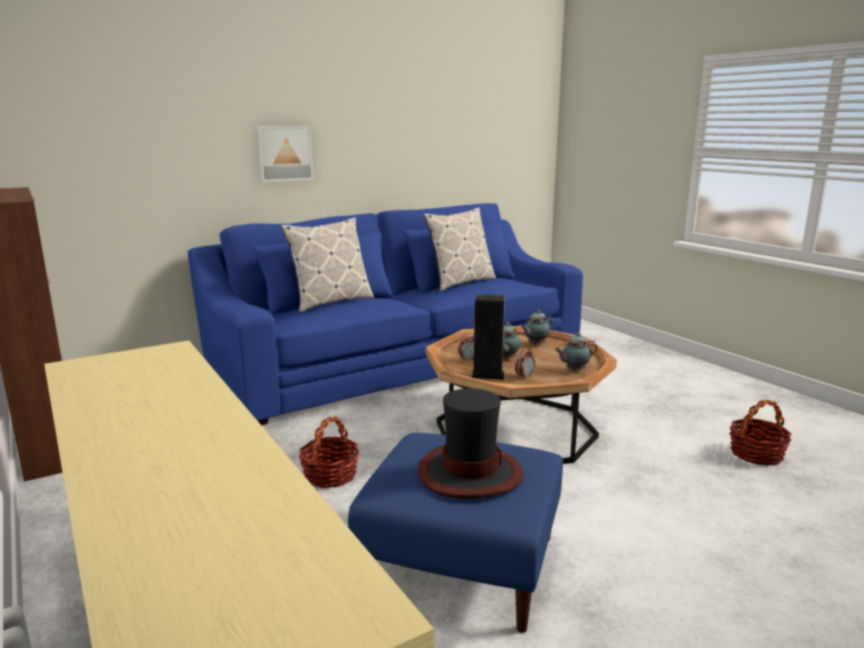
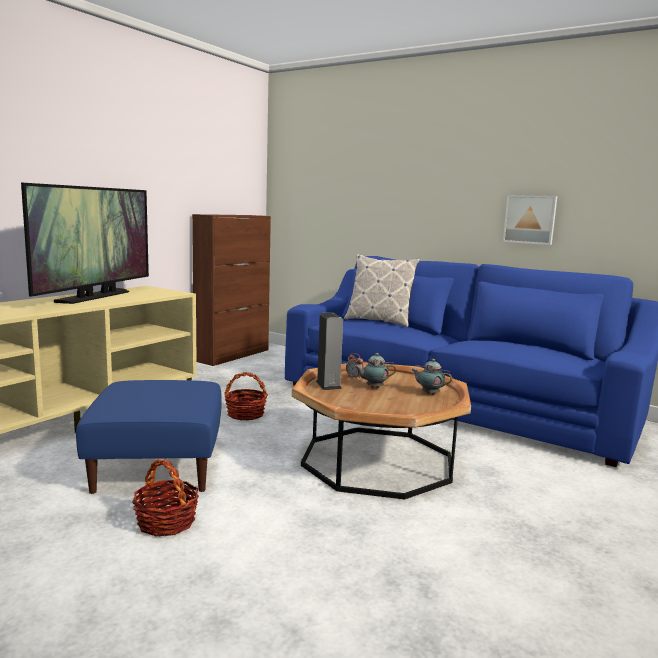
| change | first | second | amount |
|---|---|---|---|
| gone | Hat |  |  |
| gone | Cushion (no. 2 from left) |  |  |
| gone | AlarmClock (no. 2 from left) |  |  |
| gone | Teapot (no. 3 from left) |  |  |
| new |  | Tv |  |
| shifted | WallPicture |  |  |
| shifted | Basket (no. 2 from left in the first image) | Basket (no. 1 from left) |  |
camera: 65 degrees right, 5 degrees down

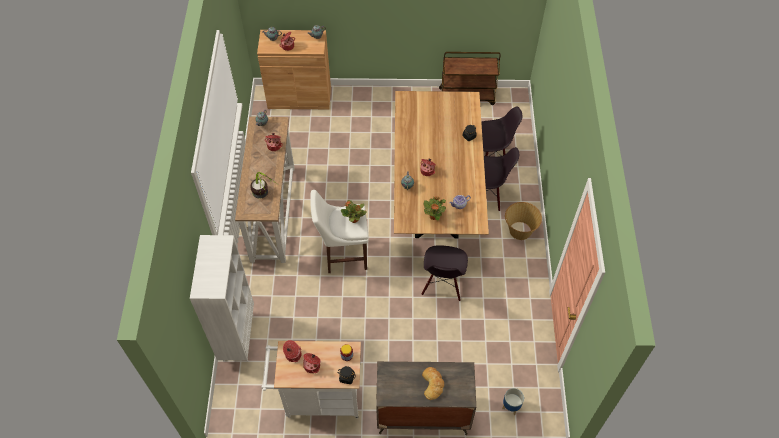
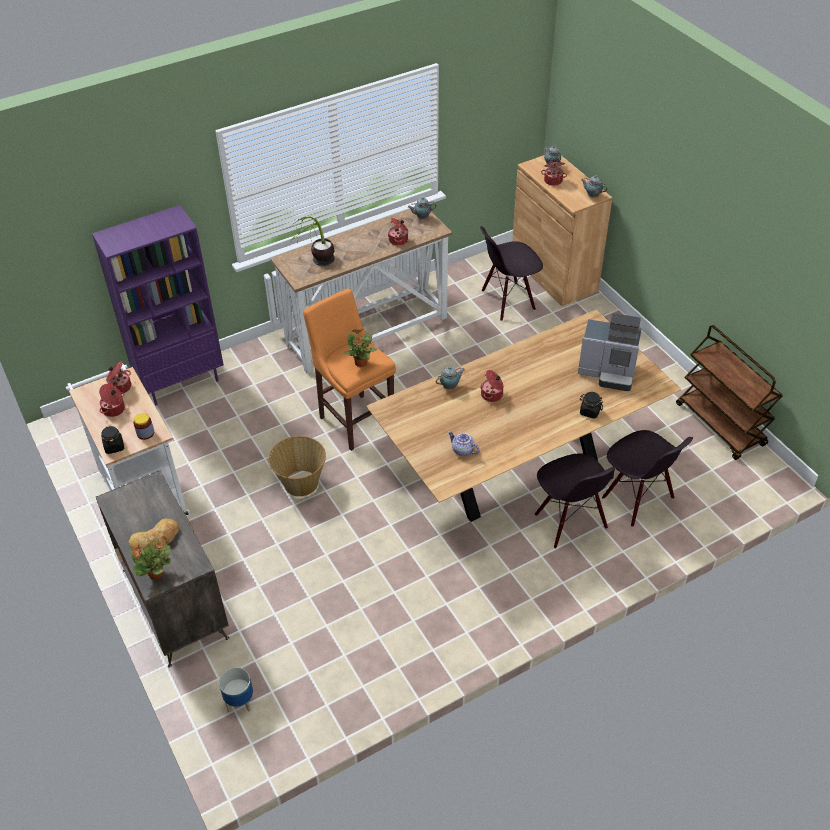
| change | first | second | amount |
|---|---|---|---|
| new |  | CoffeeBrewer |  |
| shifted | BlackUprightChair (no. 1 from left) |  |  |
| shifted | PlantInAPot (no. 3 from left in the first image) | PlantInAPot (no. 1 from left) |  |
| shifted | Basket |  |  |
| repainted | WhitishShelvingUnit | PurpleShelvingUnit |  |
| repainted | WhitishStool | OrangeStool |  |
camera: 60 degrees right, 10 degrees down

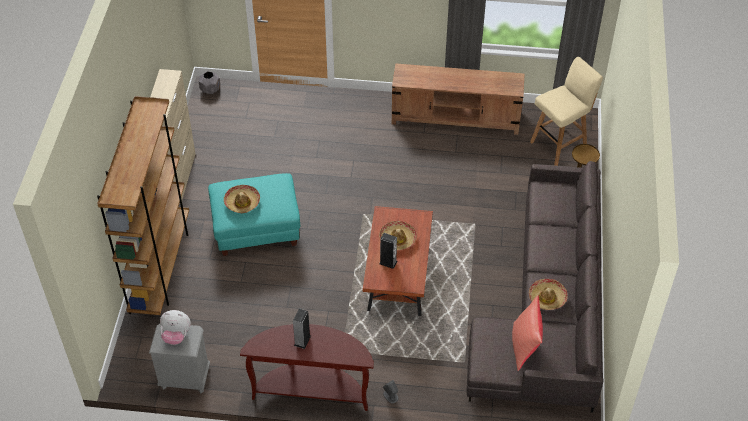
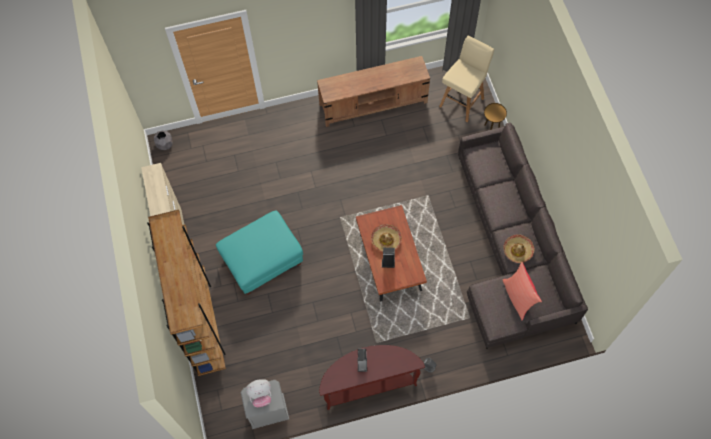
| change | first | second | amount |
|---|---|---|---|
| gone | Hat (no. 1 from left) |  |  |
camera: 20 degrees left, 15 degrees up

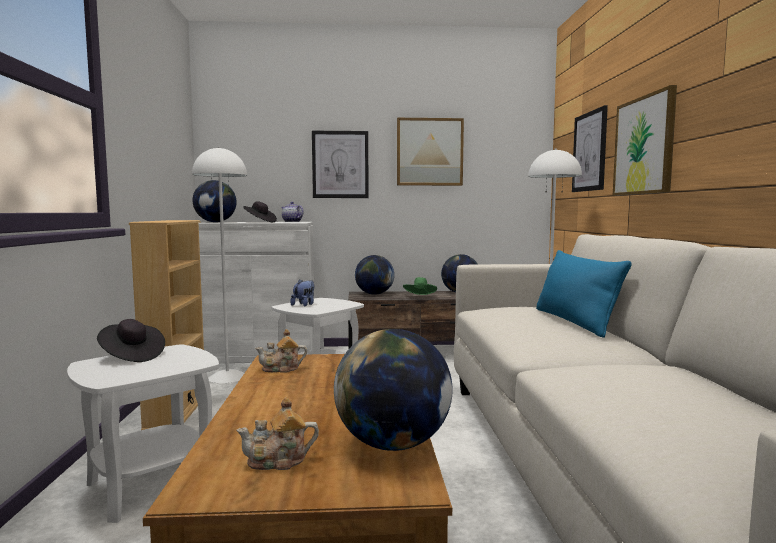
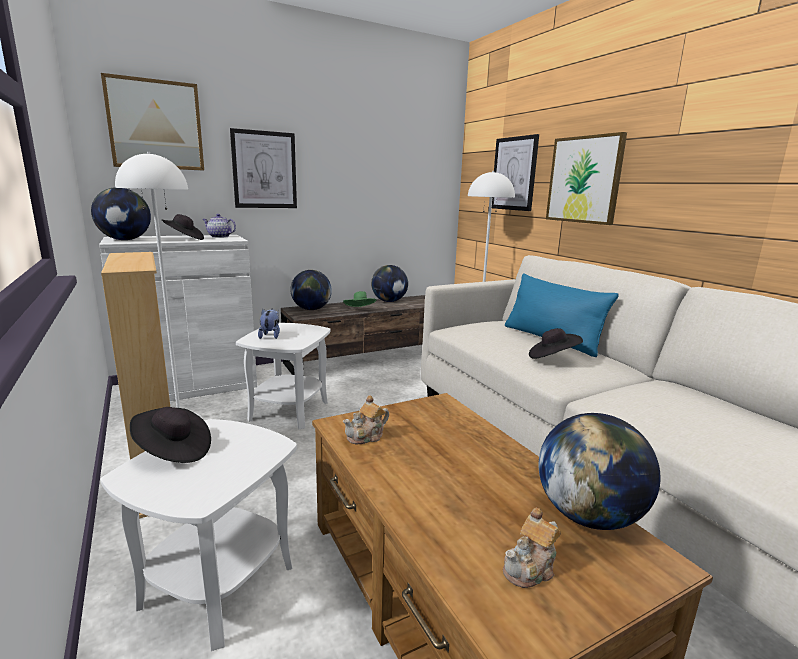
| change | first | second | amount |
|---|---|---|---|
| new |  | BlackHat (no. 3 from left) |  |
| shifted | WallPicture (no. 2 from left in the first image) | WallPicture (no. 1 from left) |  |
camera: 25 degrees left, 10 degrees up

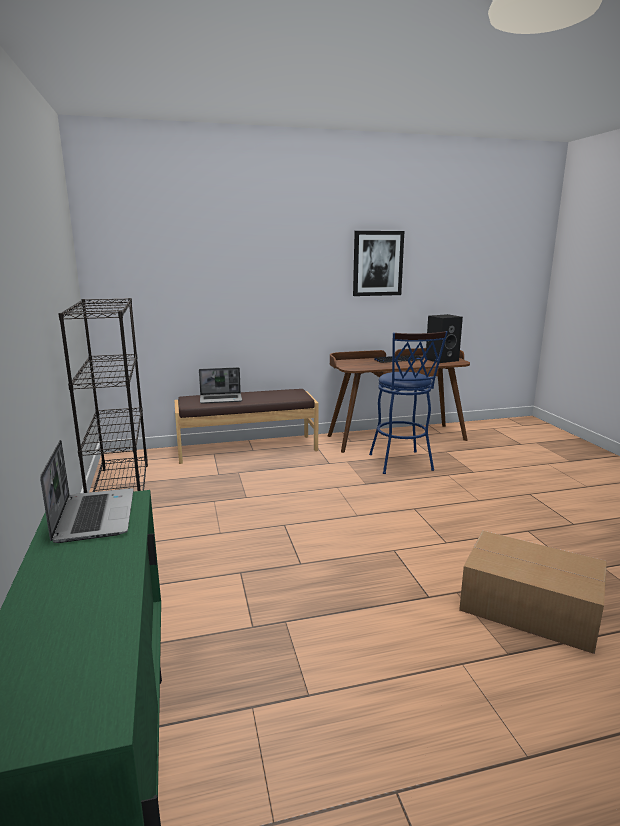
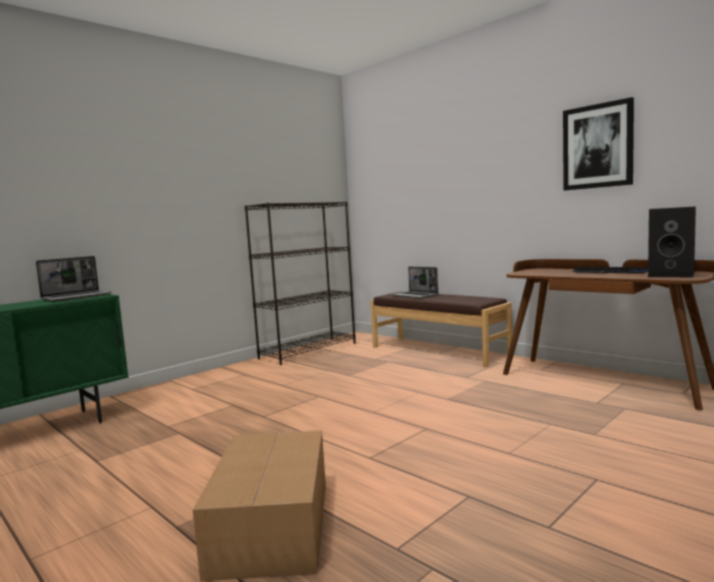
| change | first | second | amount |
|---|---|---|---|
| gone | BluishStool |  |  |
camera: 60 degrees right, 10 degrees down

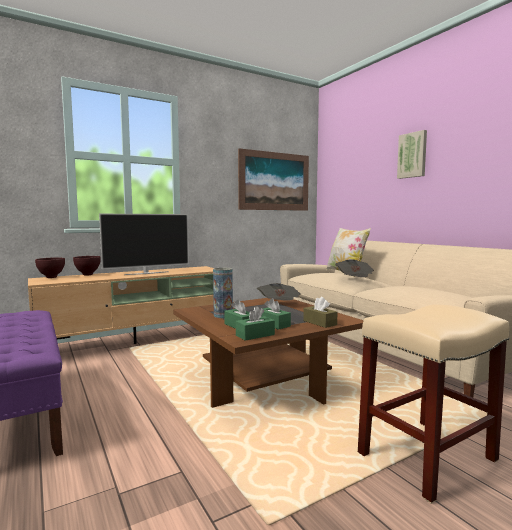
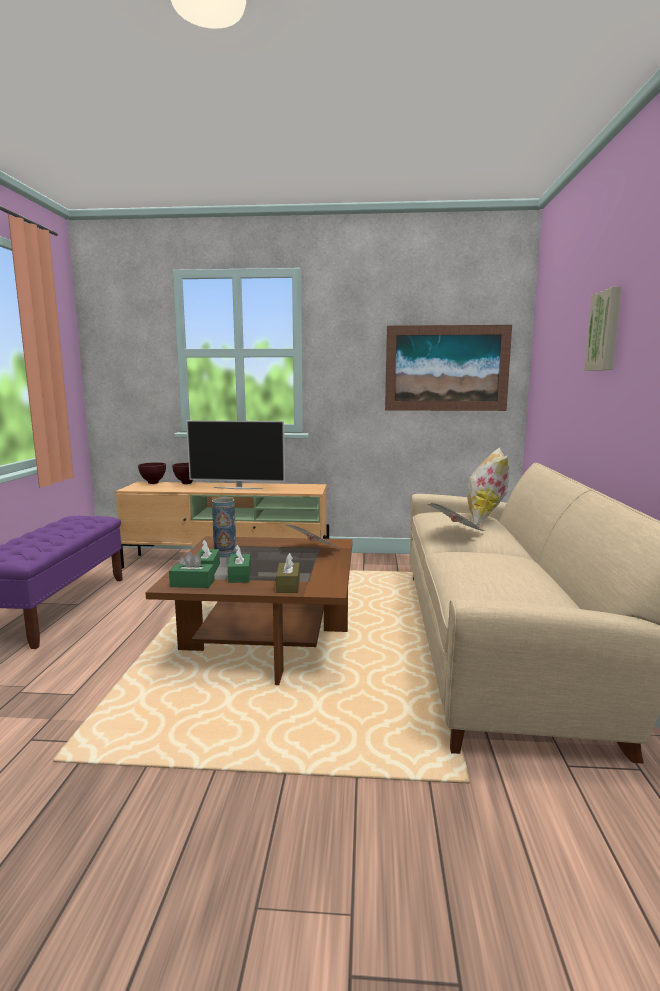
| change | first | second | amount |
|---|---|---|---|
| gone | SandColouredStool |  |  |
camera: 35 degrees right, 5 degrees up

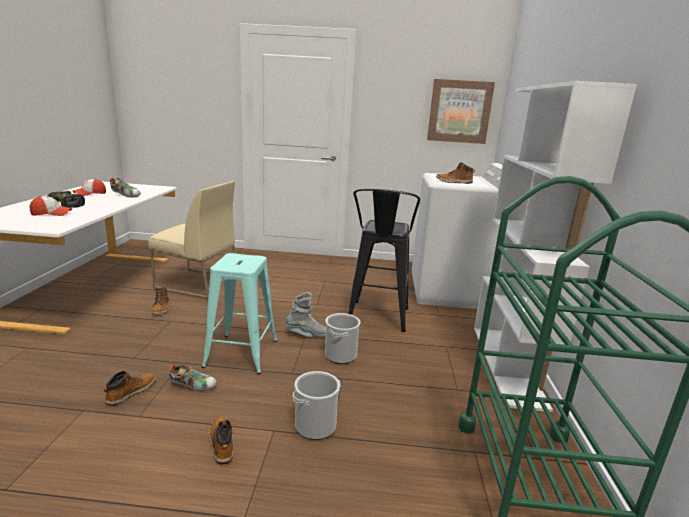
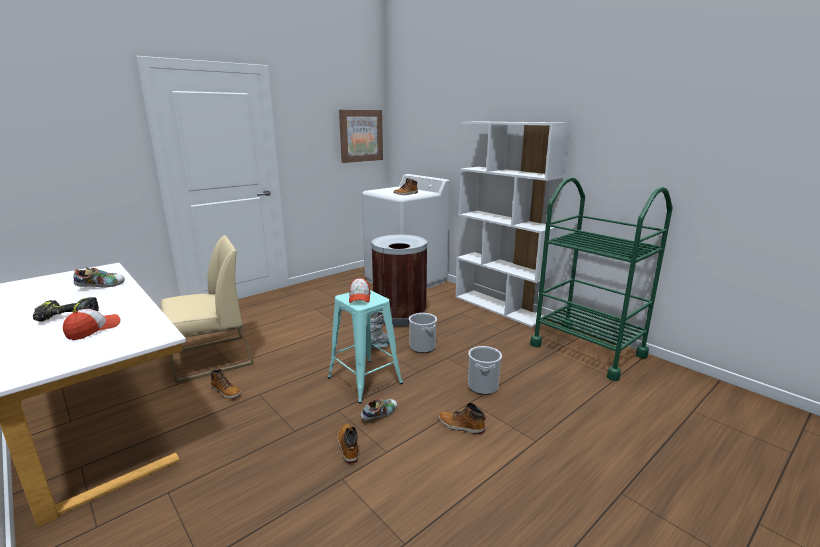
| change | first | second | amount |
|---|---|---|---|
| shifted | Cap (no. 2 from left) |  |  |
| swapped | BlackStool | BrownWasteBin |  |
camera: 45 degrees left, 0 degrees up

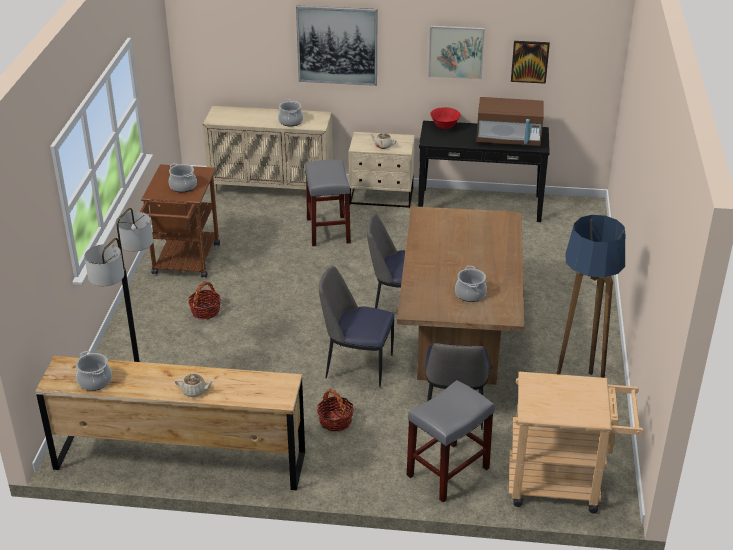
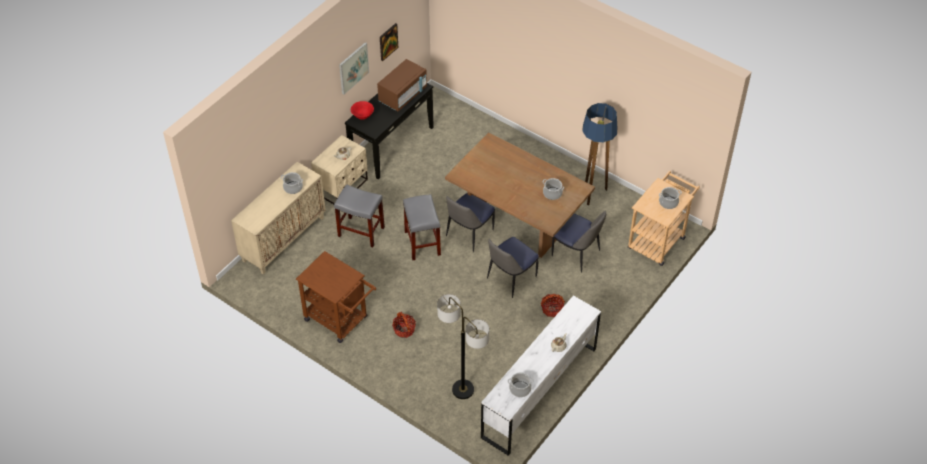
| change | first | second | amount |
|---|---|---|---|
| gone | WallPicture (no. 1 from left) |  |  |
| shifted | CookingPot (no. 2 from left in the first image) | CookingPot (no. 4 from left) |  |
| shifted | GreyishStool (no. 2 from left) |  |  |
| repainted | BrownDrawerChest | WhitishDrawerChest |  |
camera: 60 degrees left, 15 degrees up

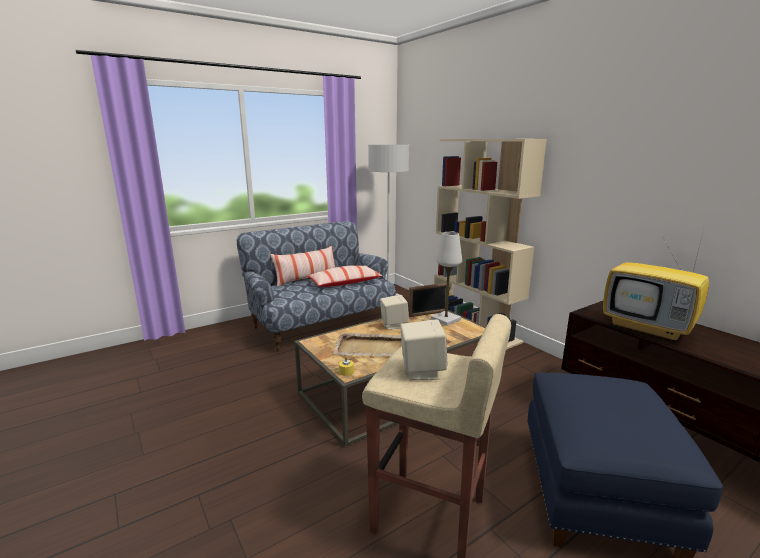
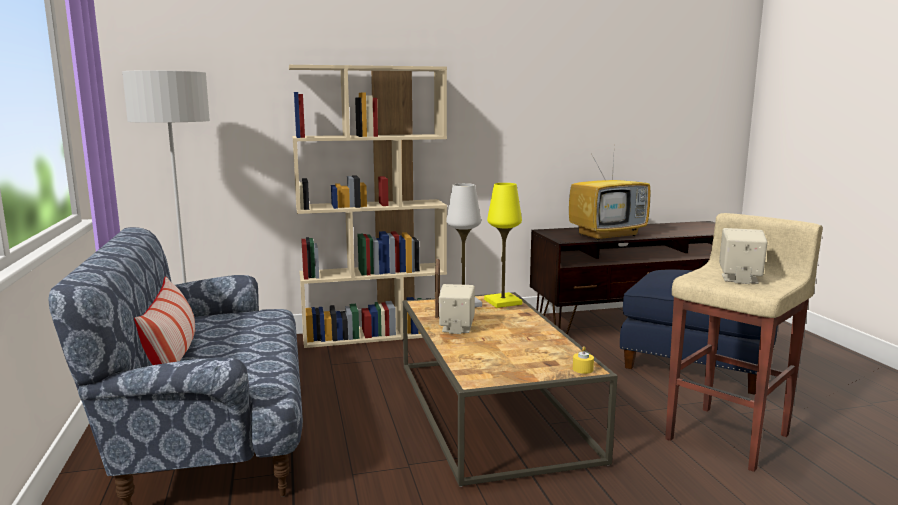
| change | first | second | amount |
|---|---|---|---|
| gone | Cushion (no. 2 from left) |  |  |
| gone | SandColouredCarryingTray |  |  |
| new |  | YellowishTableLamp |  |
camera: 70 degrees left, 5 degrees down

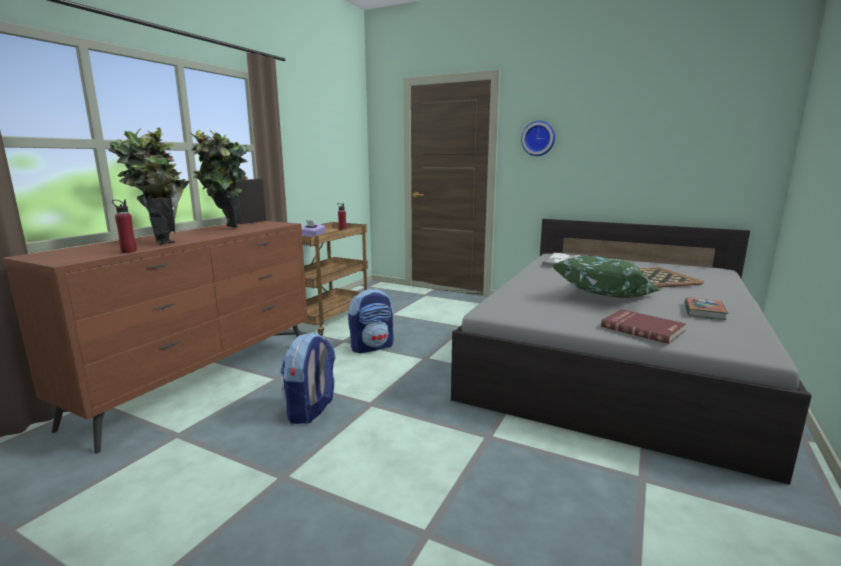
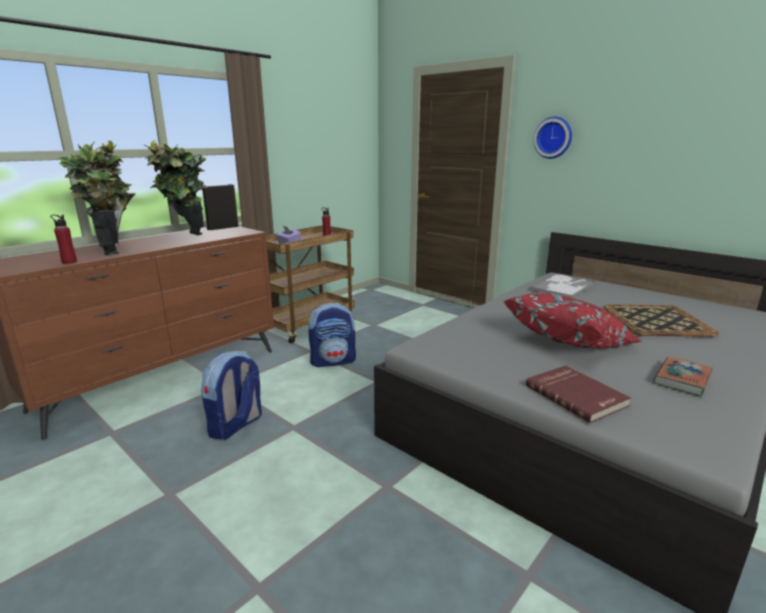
| change | first | second | amount |
|---|---|---|---|
| repainted | GreenCushion | ReddishCushion |  |
camera: 15 degrees right, 5 degrees up

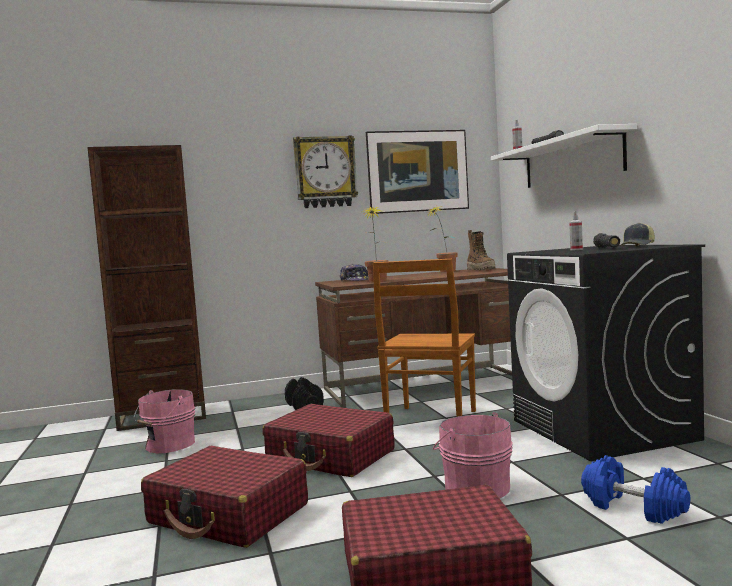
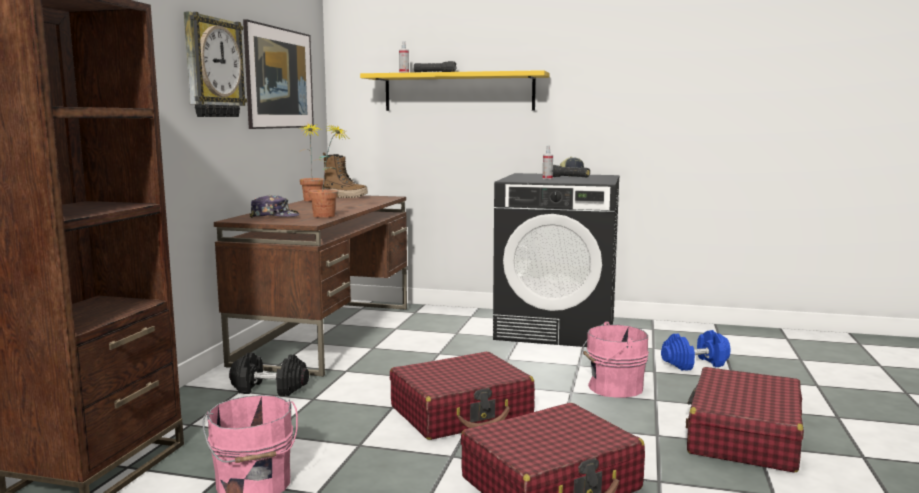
| change | first | second | amount |
|---|---|---|---|
| gone | BrownUprightChair |  |  |
| repainted | WhitishShelf | YellowishShelf |  |
camera: 60 degrees left, 5 degrees up

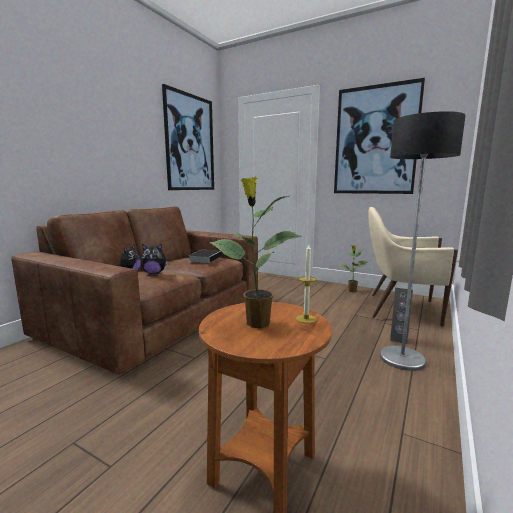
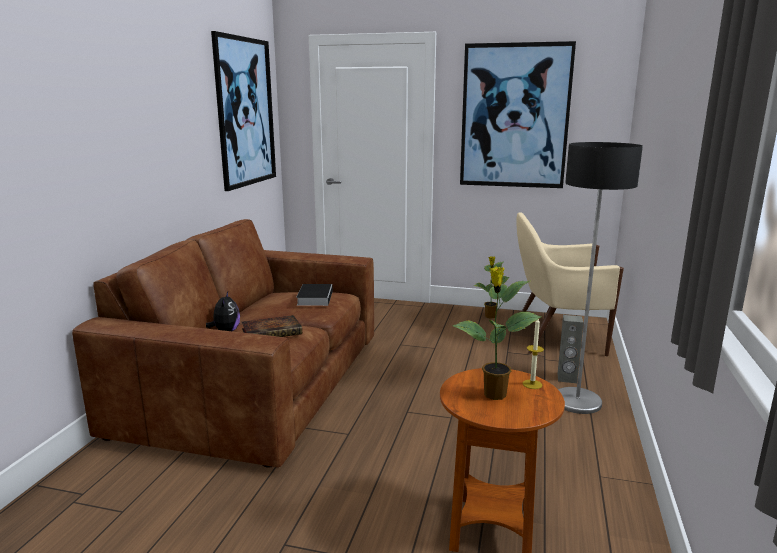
| change | first | second | amount |
|---|---|---|---|
| swapped | PlushToy (no. 2 from left) | Volume (no. 1 from left) |  |
camera: 15 degrees left, 5 degrees up

